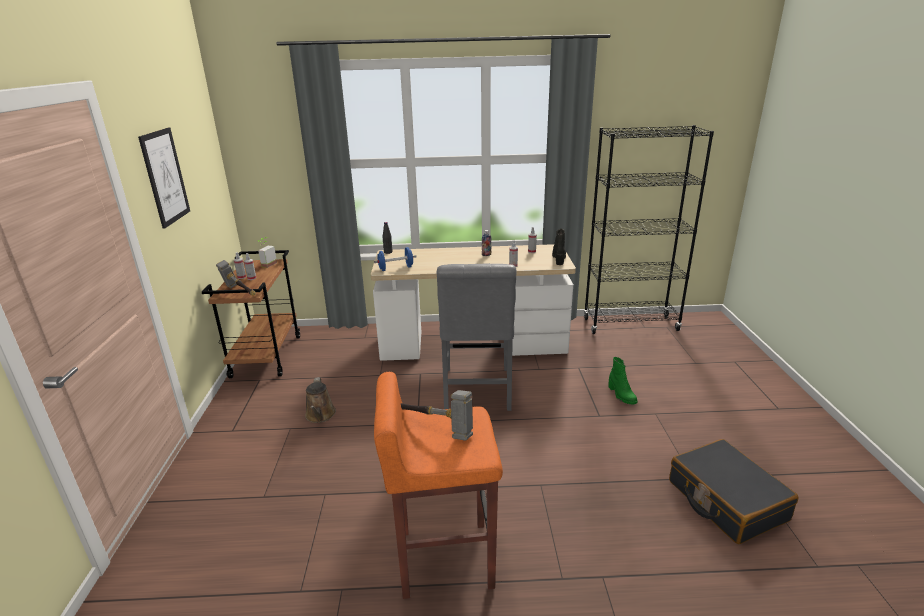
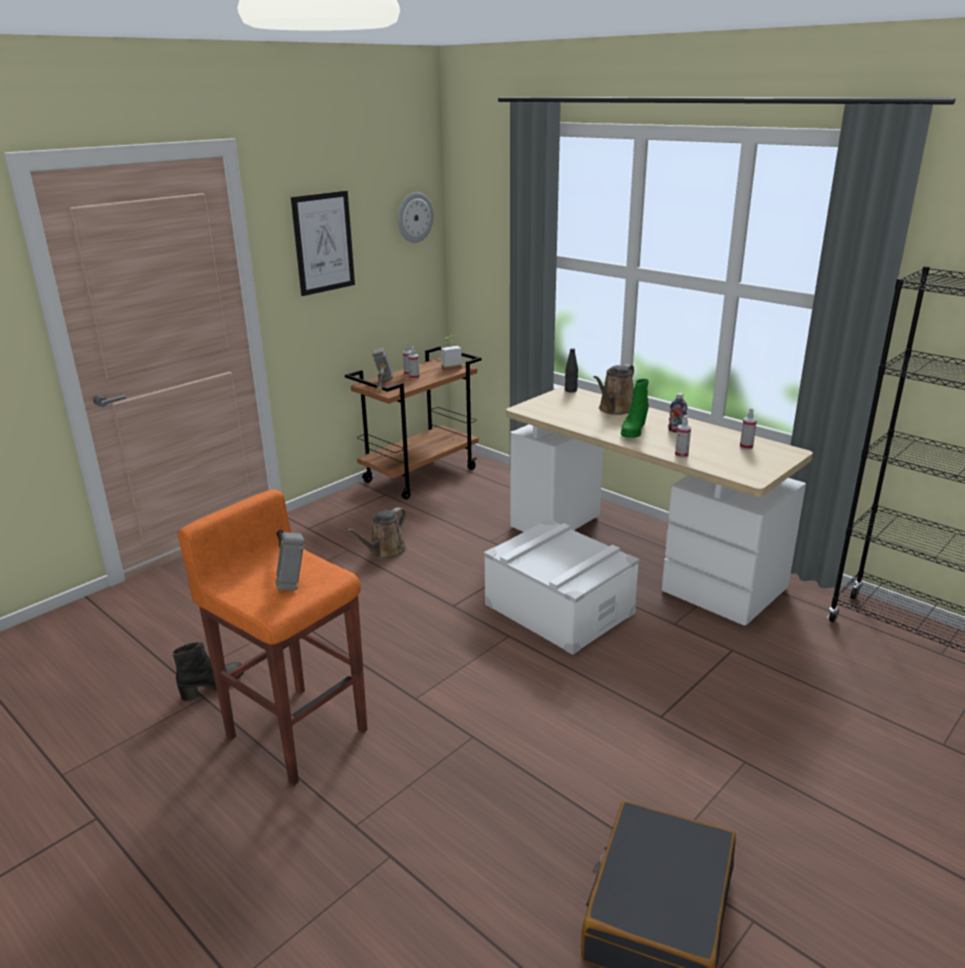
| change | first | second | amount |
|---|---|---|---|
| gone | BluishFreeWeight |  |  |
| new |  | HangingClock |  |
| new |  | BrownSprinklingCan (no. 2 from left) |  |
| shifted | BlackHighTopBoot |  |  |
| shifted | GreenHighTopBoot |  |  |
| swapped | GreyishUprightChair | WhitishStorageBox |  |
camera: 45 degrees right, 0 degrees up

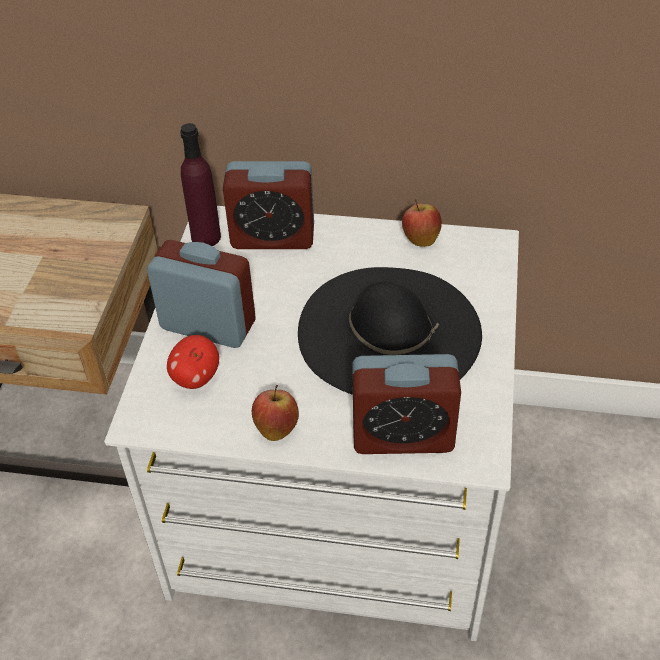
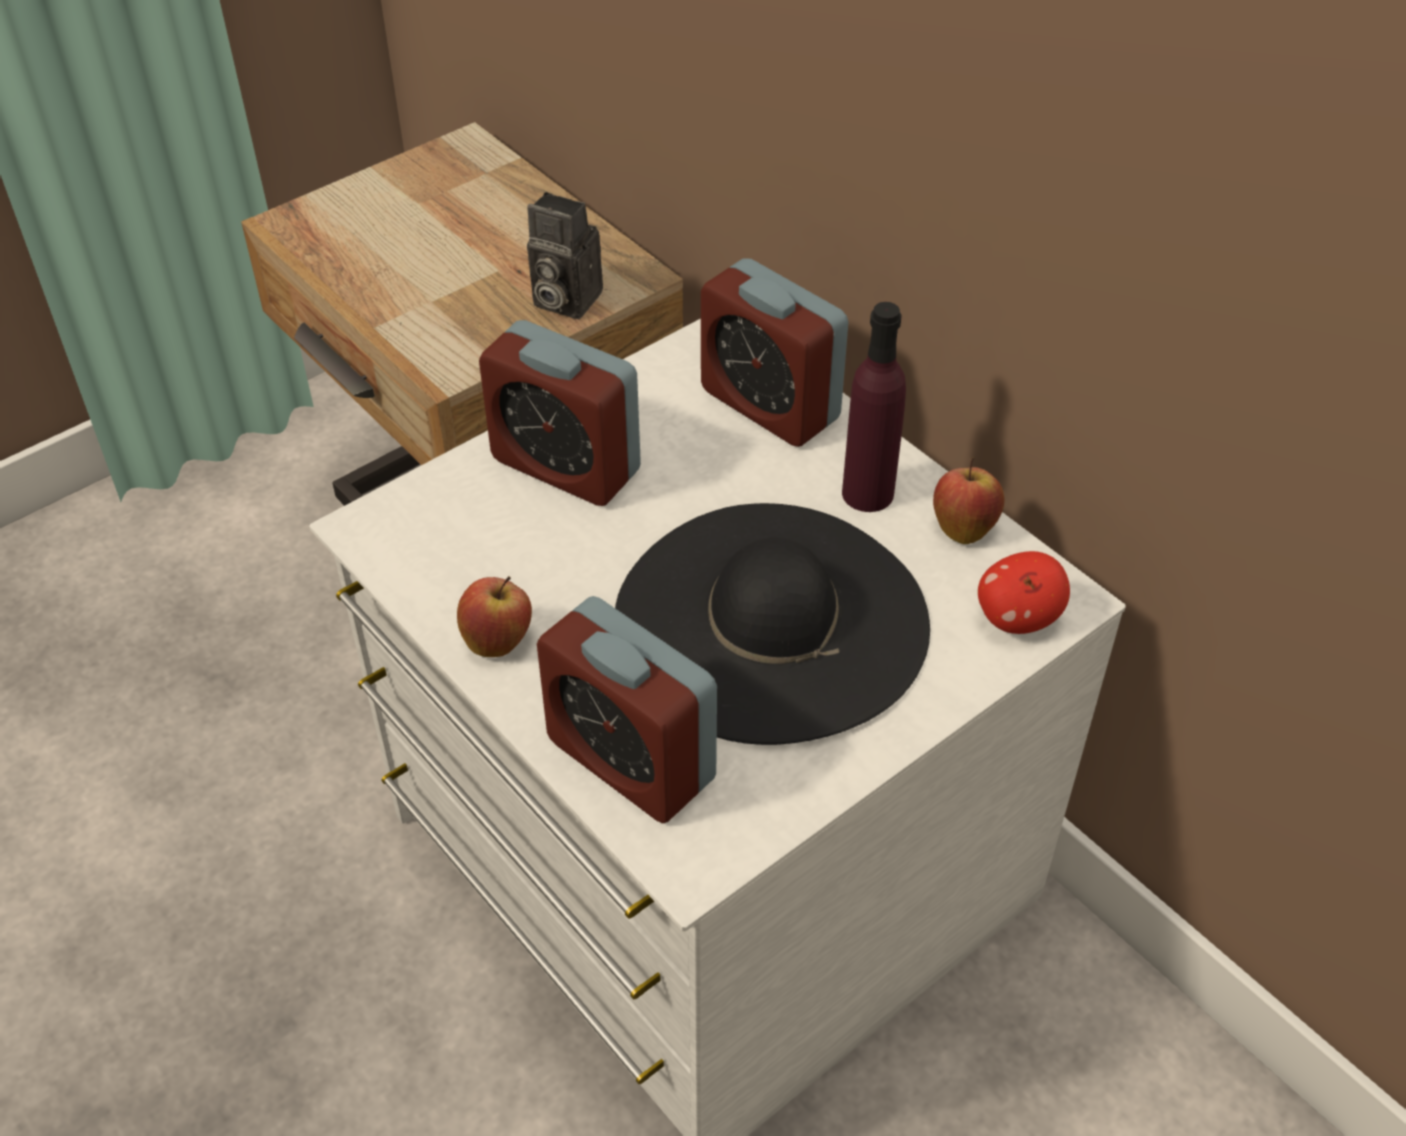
| change | first | second | amount |
|---|---|---|---|
| new |  | StillCamera |  |
| shifted | Apple (no. 1 from left in the first image) | Apple (no. 3 from left) |  |
| shifted | PurpleDrinkBottle |  |  |
| rotated | AlarmClock (no. 1 from left) |  | 150 degrees clockwise |
camera: 40 degrees right, 0 degrees up

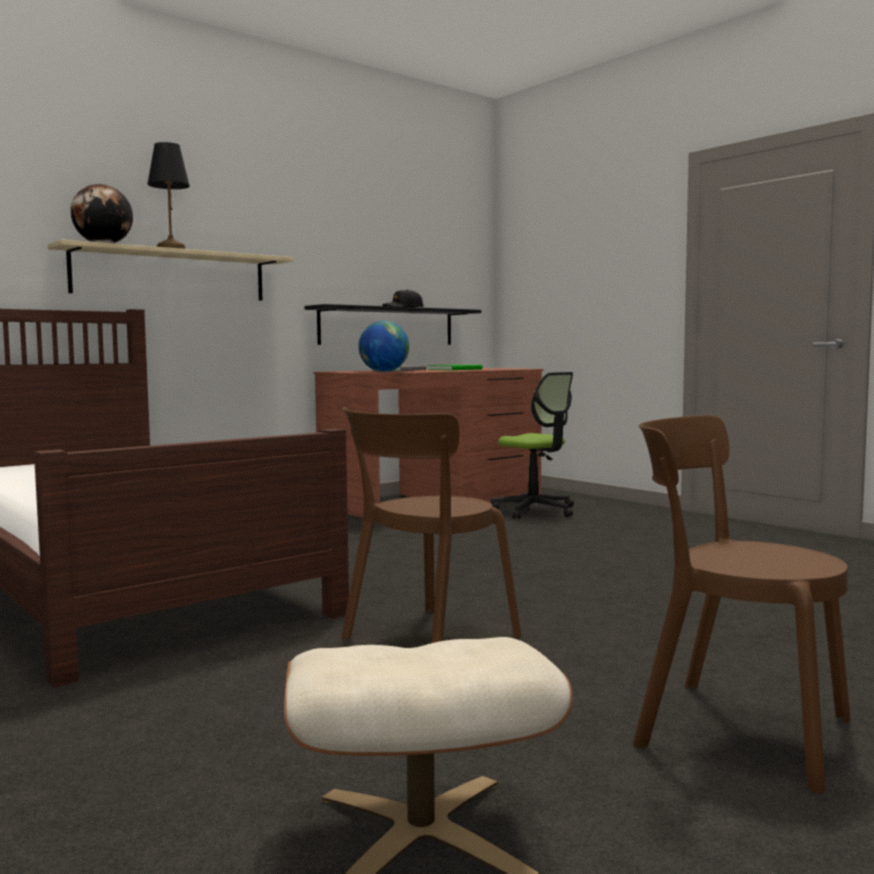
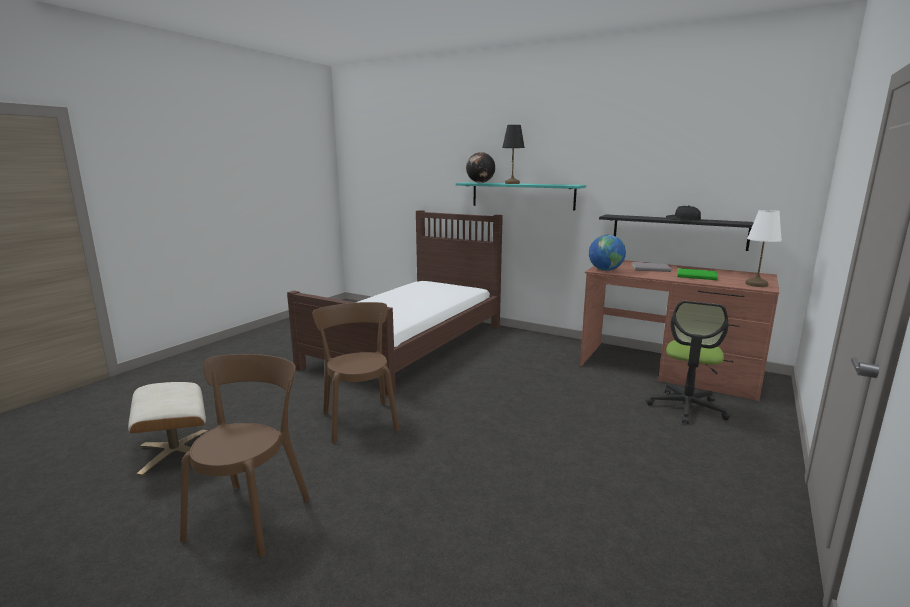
| change | first | second | amount |
|---|---|---|---|
| new |  | WhitishTableLamp |  |
| repainted | SandColouredShelf | TurquoiseColouredShelf |  |
| rotated | BrownUprightChair (no. 1 from left in the first image) | BrownUprightChair (no. 2 from left) | 45 degrees clockwise |
camera: 70 degrees right, 10 degrees up

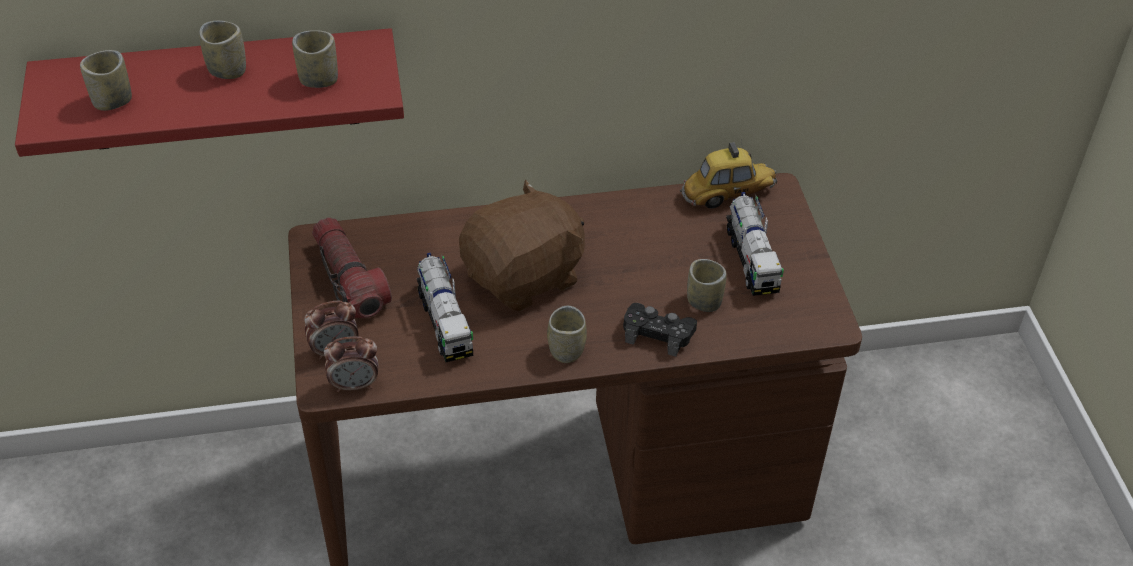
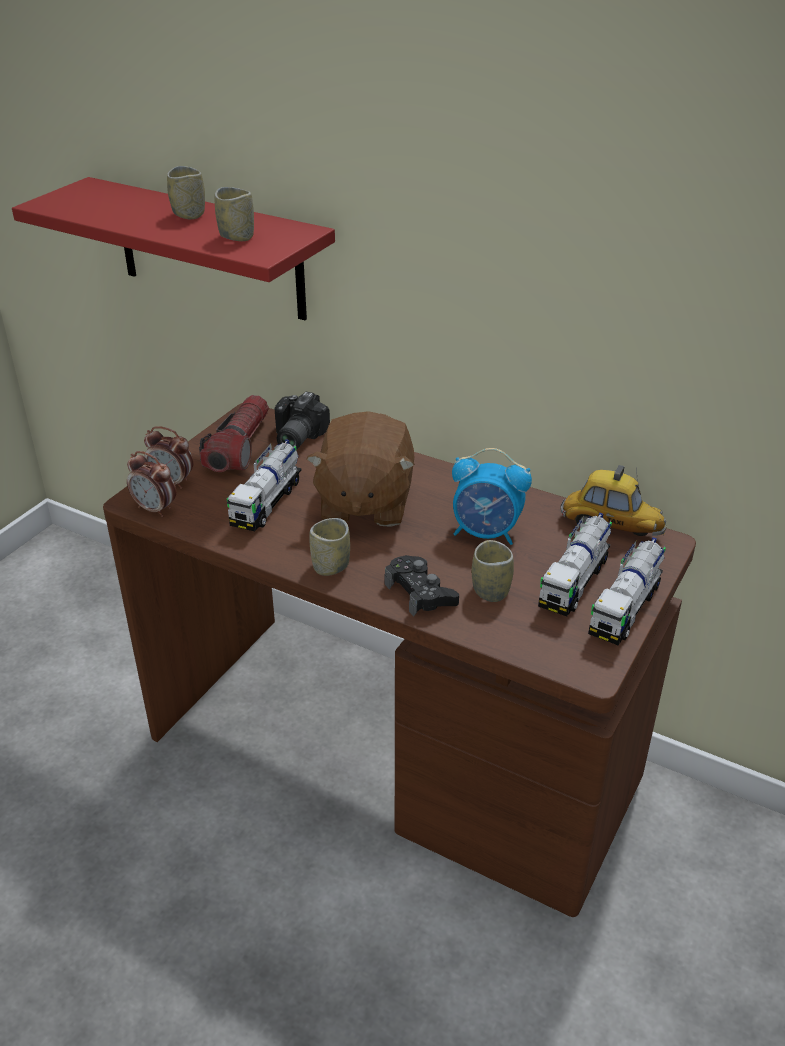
| change | first | second | amount |
|---|---|---|---|
| gone | DrinkingCup (no. 1 from left) |  |  |
| new |  | StillCamera |  |
| new |  | AlarmClock (no. 3 from left) |  |
| new |  | ToyLorry (no. 3 from left) |  |
| rotated | BrownPlushToy |  | 90 degrees clockwise |
camera: 40 degrees right, 10 degrees down

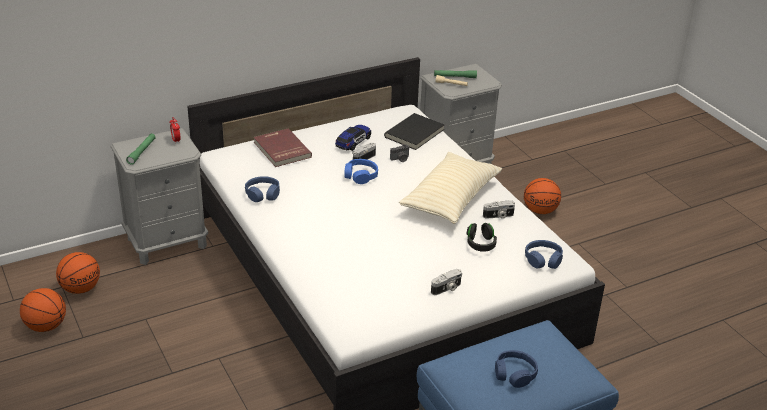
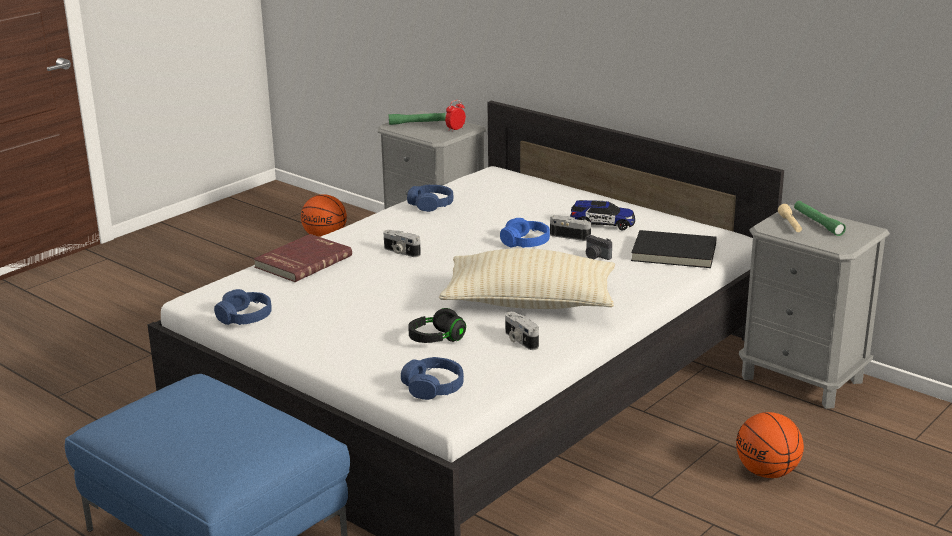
| change | first | second | amount |
|---|---|---|---|
| gone | BallForBasketball (no. 1 from left) |  |  |
| shifted | ReddishVolume |  |  |
| shifted | StillCamera (no. 3 from left in the first image) | StillCamera (no. 1 from left) |  |
| shifted | BluishHeadphones (no. 3 from left in the first image) | BluishHeadphones (no. 1 from left) |  |
camera: 70 degrees right, 10 degrees down

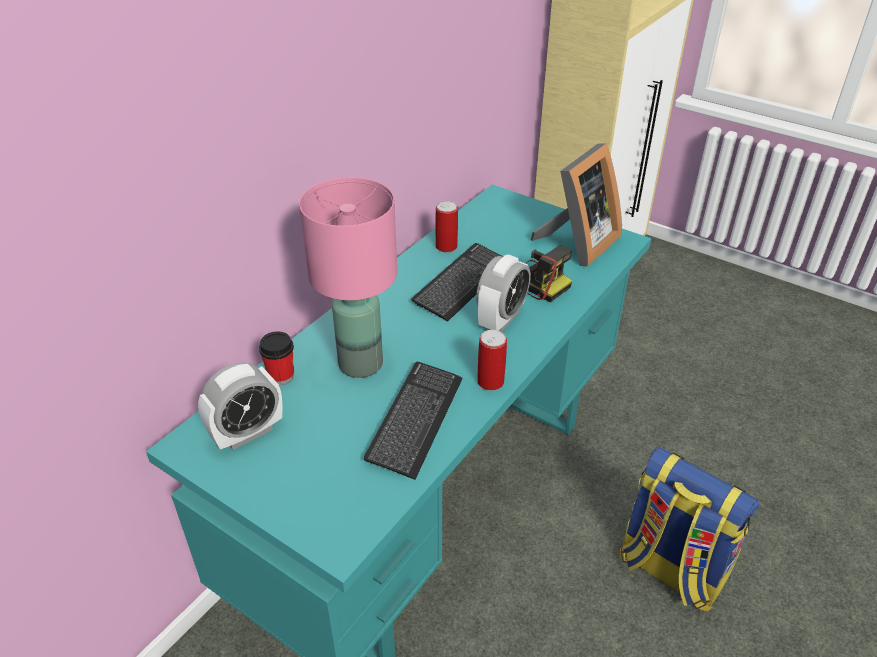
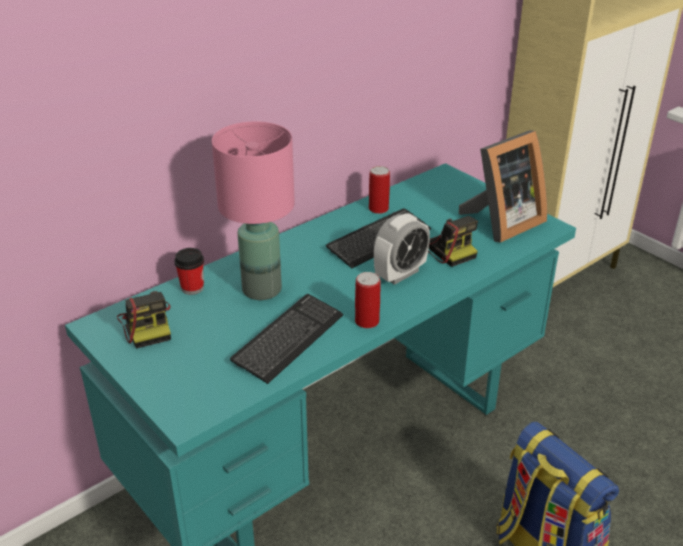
| change | first | second | amount |
|---|---|---|---|
| swapped | AlarmClock (no. 1 from left) | StillCamera (no. 1 from left) |  |
camera: 15 degrees right, 5 degrees down

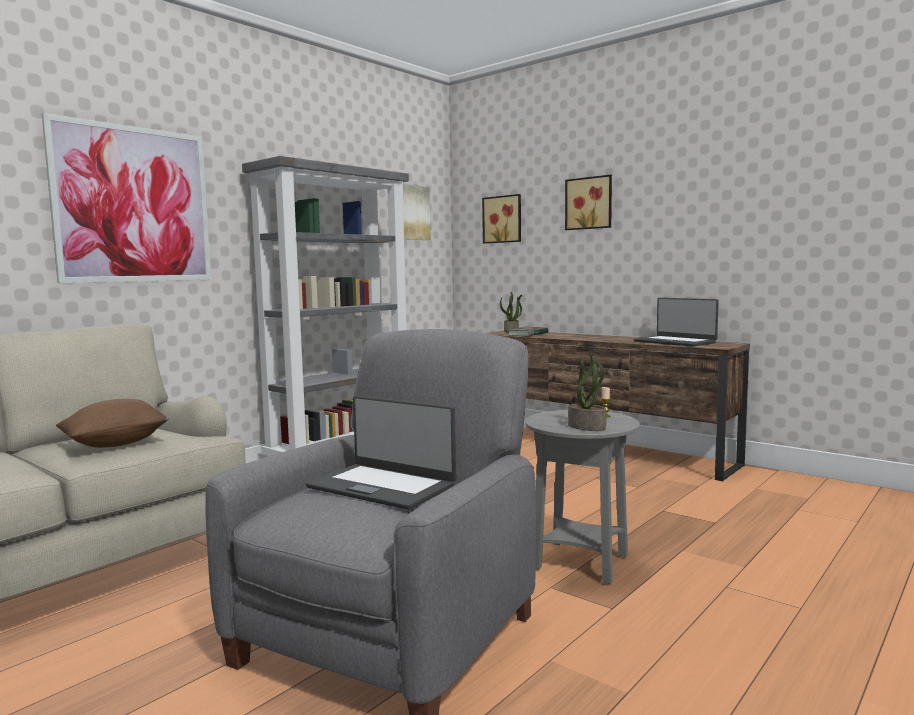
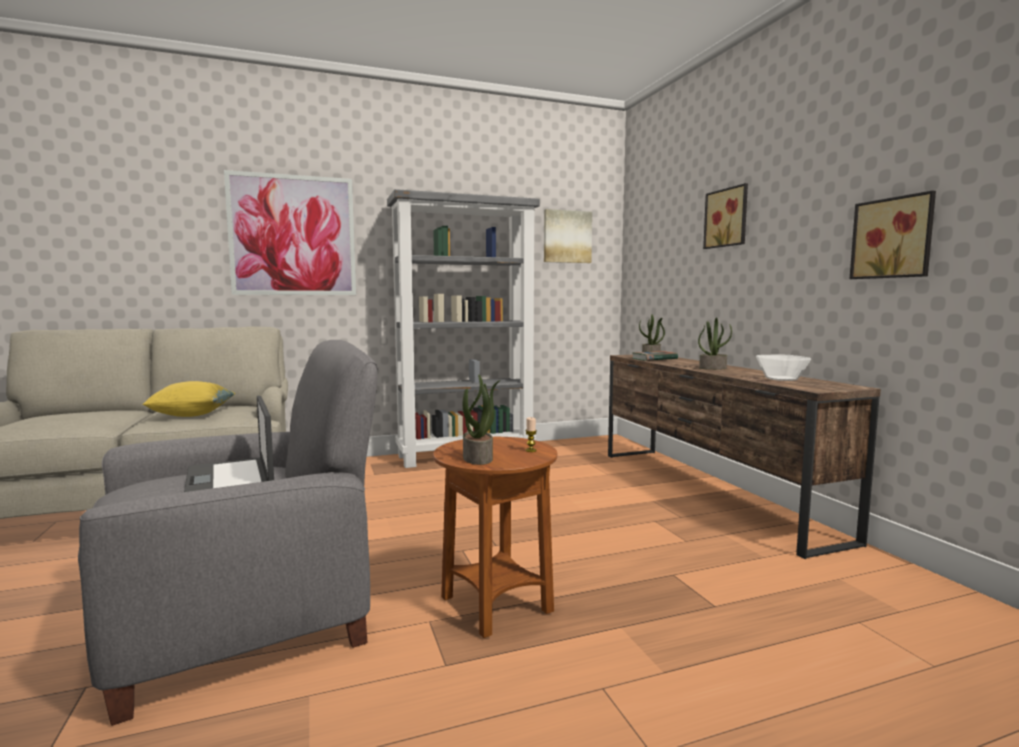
| change | first | second | amount |
|---|---|---|---|
| new |  | PlantInAPot (no. 3 from left) |  |
| shifted | WallPicture (no. 3 from left in the first image) | WallPicture (no. 4 from left) |  |
| swapped | PortableComputer (no. 2 from left) | Bowl |  |
| repainted | BrownCushion | YellowishCushion |  |
| repainted | GreyishAccentTable | BrownAccentTable |  |
camera: 30 degrees right, 0 degrees up

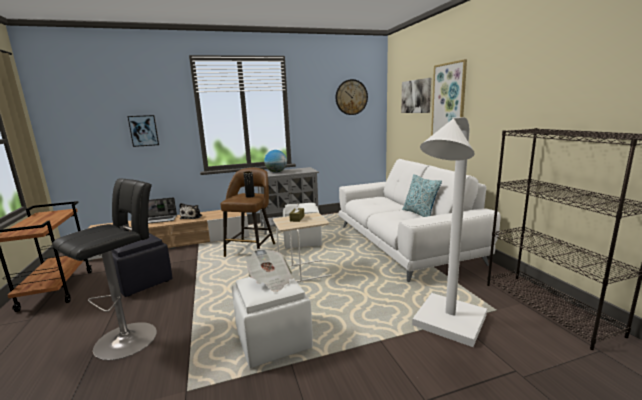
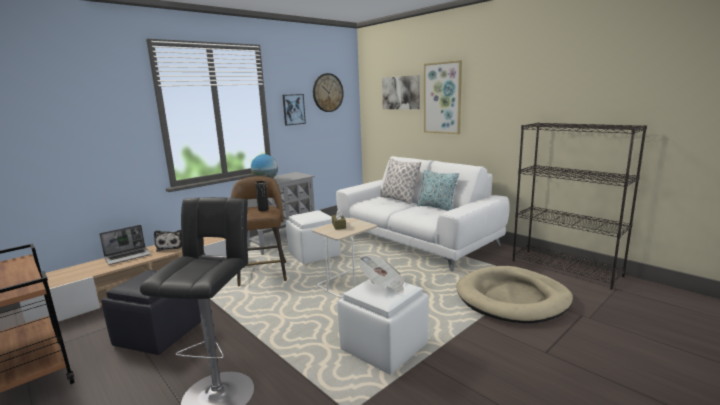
| change | first | second | amount |
|---|---|---|---|
| new |  | Cushion (no. 1 from left) |  |
| shifted | WallPicture (no. 1 from left) |  |  |
| swapped | WhitishStandingLamp | SandColouredDogBed |  |
camera: 25 degrees left, 0 degrees up

